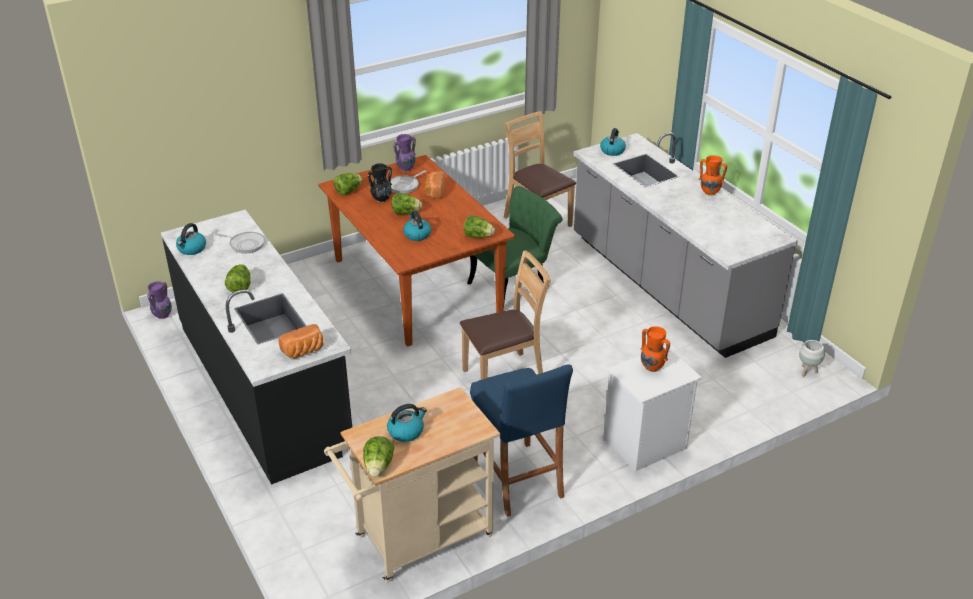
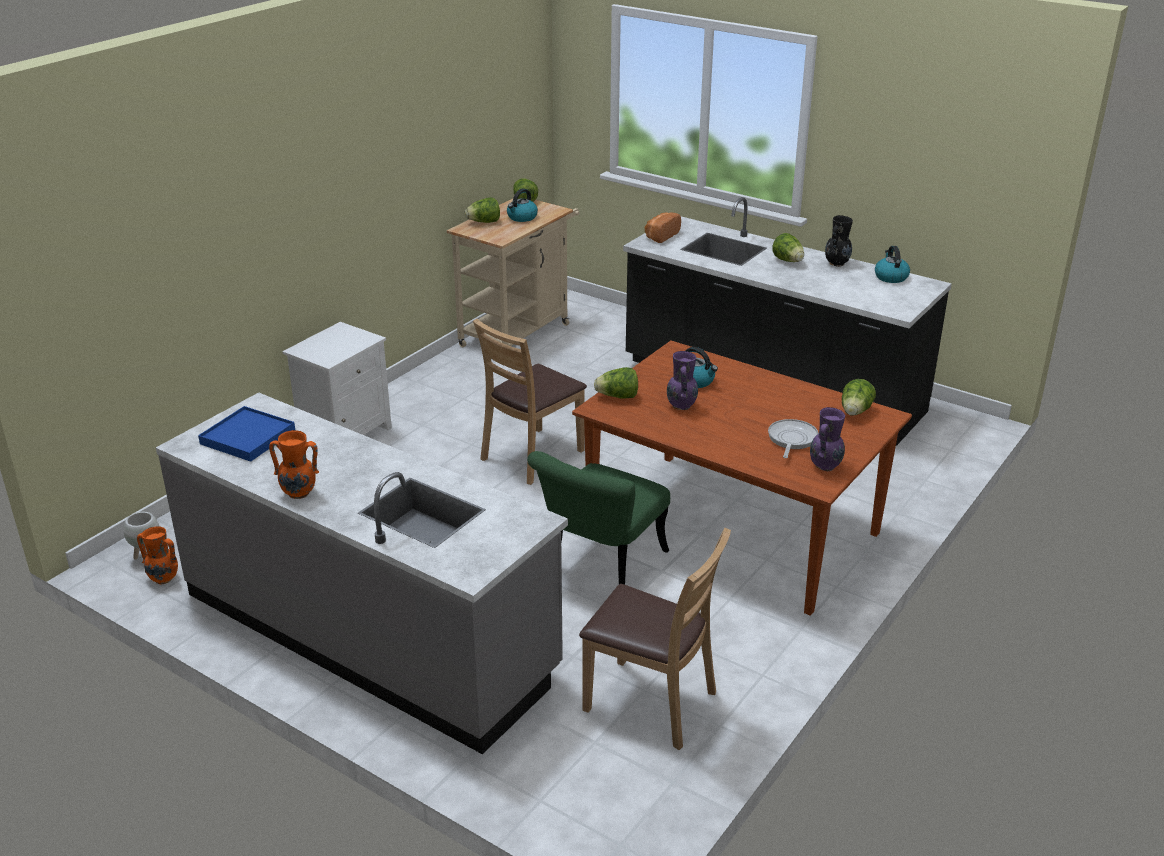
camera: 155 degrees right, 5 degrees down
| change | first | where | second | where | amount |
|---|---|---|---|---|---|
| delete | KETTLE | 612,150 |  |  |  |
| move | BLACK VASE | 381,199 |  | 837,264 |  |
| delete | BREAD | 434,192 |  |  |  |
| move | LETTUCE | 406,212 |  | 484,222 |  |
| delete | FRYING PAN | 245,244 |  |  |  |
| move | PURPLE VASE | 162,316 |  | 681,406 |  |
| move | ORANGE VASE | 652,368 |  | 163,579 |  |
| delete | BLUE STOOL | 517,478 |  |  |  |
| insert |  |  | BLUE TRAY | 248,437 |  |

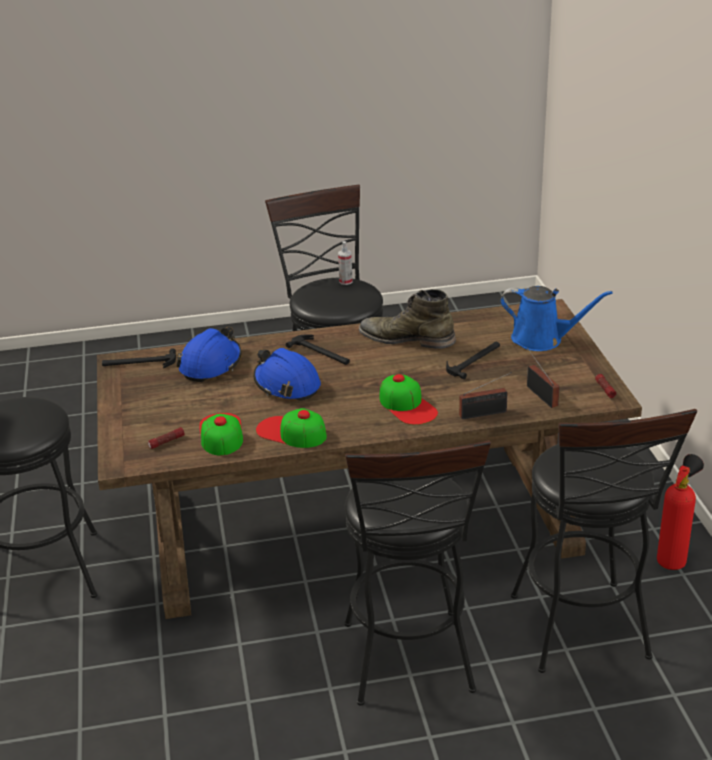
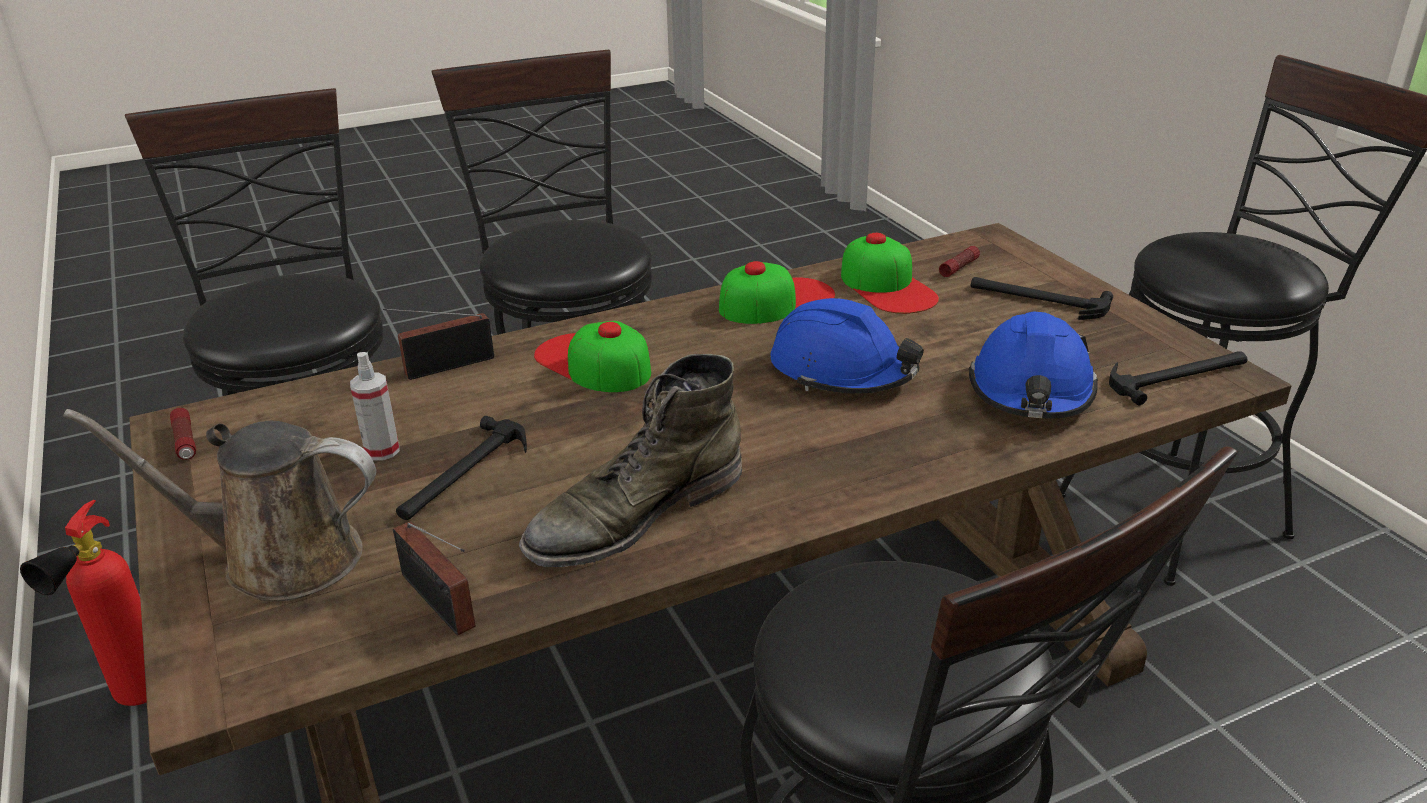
camera: 165 degrees right, 0 degrees up
| change | first | where | second | where | amount |
|---|---|---|---|---|---|
| move | SPRAY BOTTLE | 345,281 |  | 382,450 |  |
| recolor | BLUE WATERING CAN | 542,339 | BROWN WATERING CAN | 279,559 |  |
| rotate | GREEN BOOT | 406,338 |  | 635,514 | 135 degrees clockwise |
| move | HAMMER | 321,352 |  | 1037,300 |  |
| move | RADIO | 541,394 |  | 440,605 |  |
| rotate | CAP | 291,432 |  | 776,300 | 45 degrees counterclockwise |

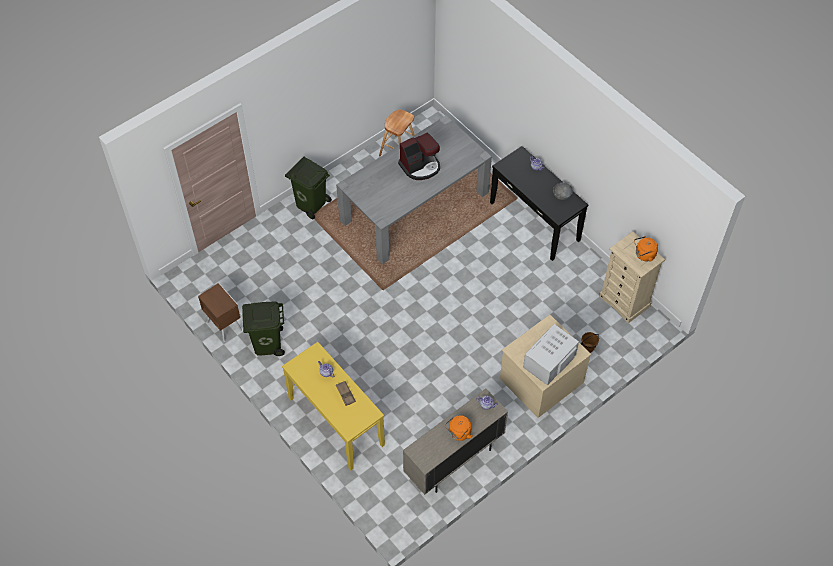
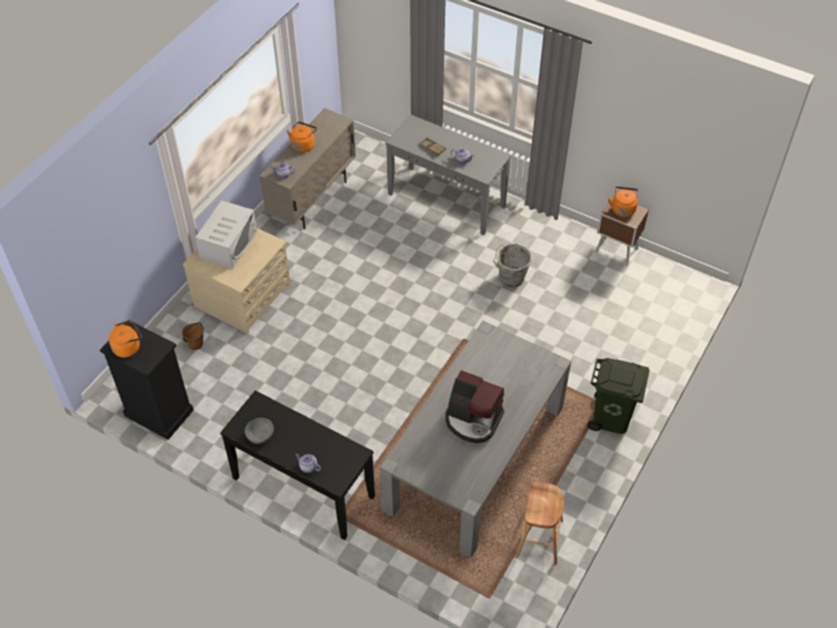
camera: 160 degrees right, 5 degrees down
| change | first | where | second | where | amount |
|---|---|---|---|---|---|
| rotate | COFFEE MACHINE | 420,166 |  | 473,420 | 105 degrees counterclockwise |
| recolor | BEIGE DRESSER | 624,301 | BLACK DRESSER | 158,413 |  |
| delete | GREEN TRASH CAN | 267,343 |  |  |  |
| recolor | YELLOW CONSOLE TABLE | 335,421 | GREY CONSOLE TABLE | 446,200 |  |
| insert |  |  | ORANGE KETTLE | 623,209 |  |
| insert |  |  | GREY BUCKET | 510,278 |  |

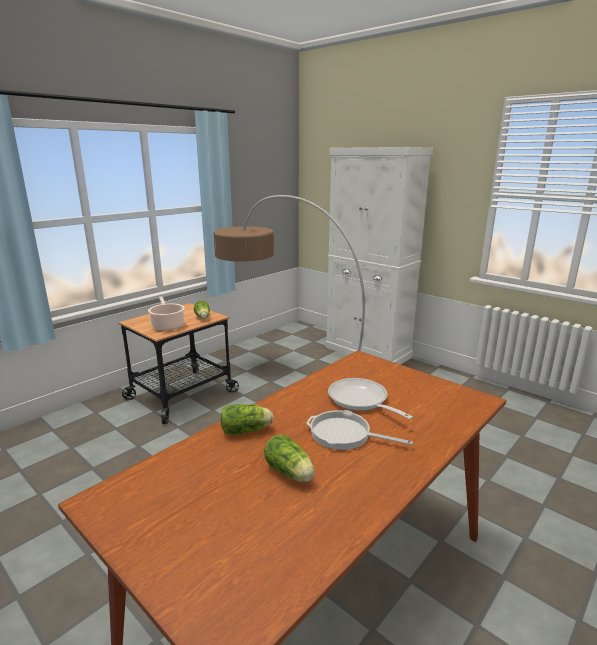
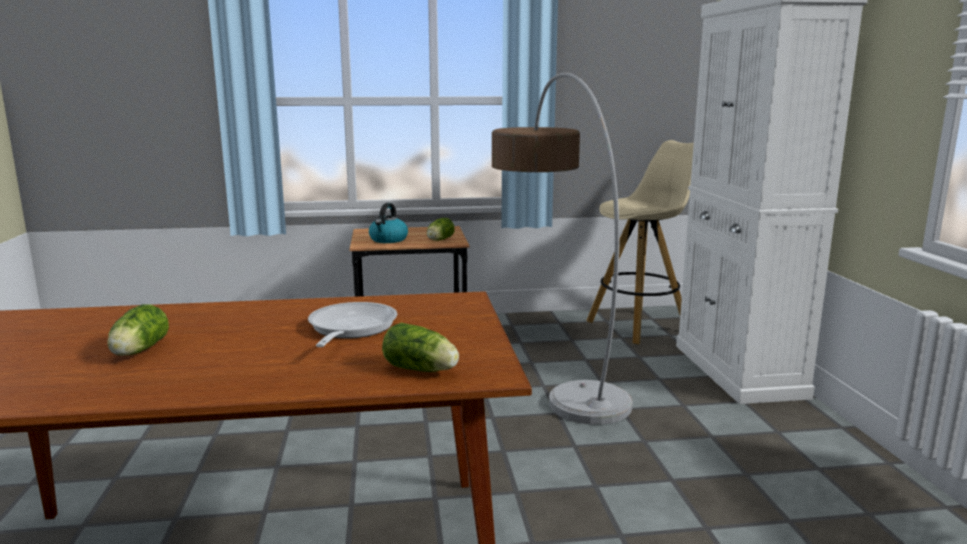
camera: 40 degrees right, 5 degrees down
| change | first | where | second | where | amount |
|---|---|---|---|---|---|
| replace | COOKING POT | 167,325 | KETTLE | 388,240 |  |
| move | LETTUCE | 247,430 |  | 422,370 |  |
| delete | FRYING PAN | 344,435 |  |  |  |
| insert |  |  | BEIGE STOOL | 639,326 |  |

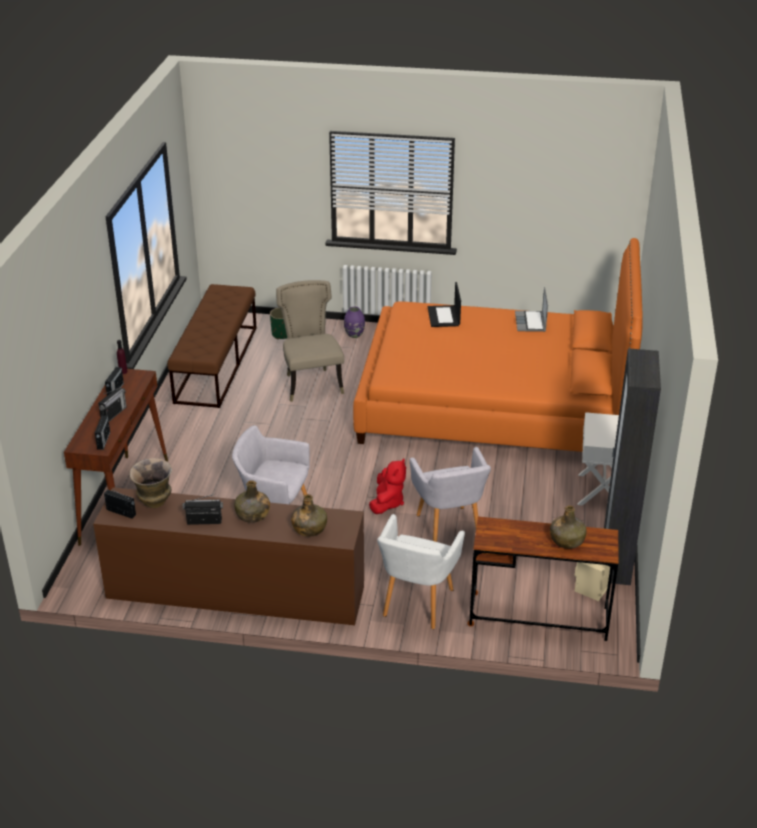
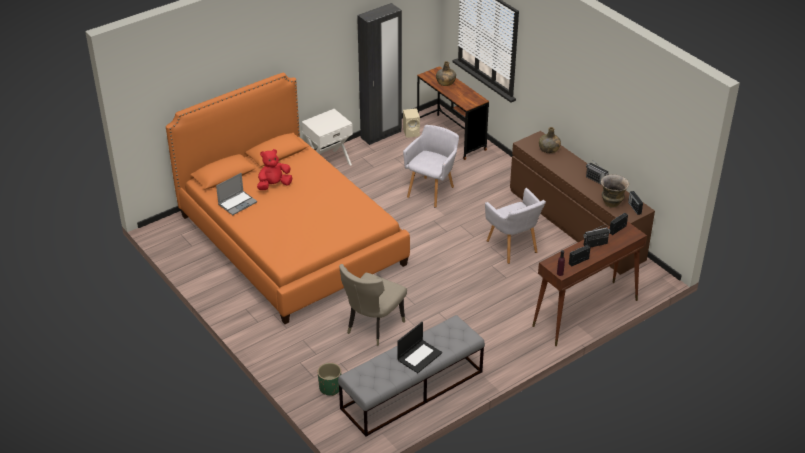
camera: 135 degrees left, 5 degrees up
| change | first | where | second | where | amount |
|---|---|---|---|---|---|
| move | LAPTOP | 444,317 |  | 419,356 |  |
| recolor | BROWN BENCH | 216,364 | GREY BENCH | 411,390 |  |
| delete | PURPLE VASE | 354,335 |  |  |  |
| move | RED PLUSH TOY | 387,503 |  | 274,185 |  |
| delete | GREEN BOTTLE | 252,515 |  |  |  |
| delete | WHITE ARMCHAIR | 416,605 |  |  |  |

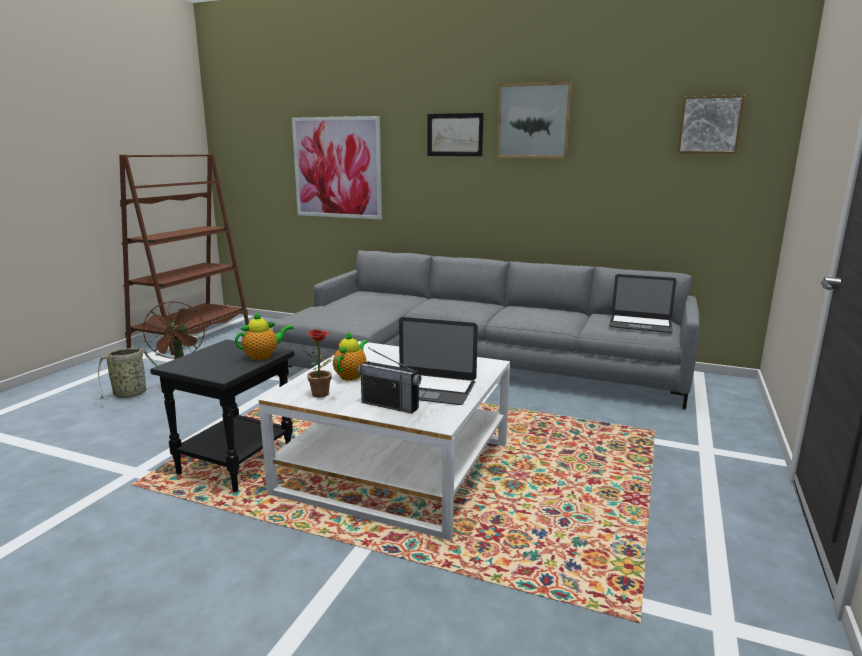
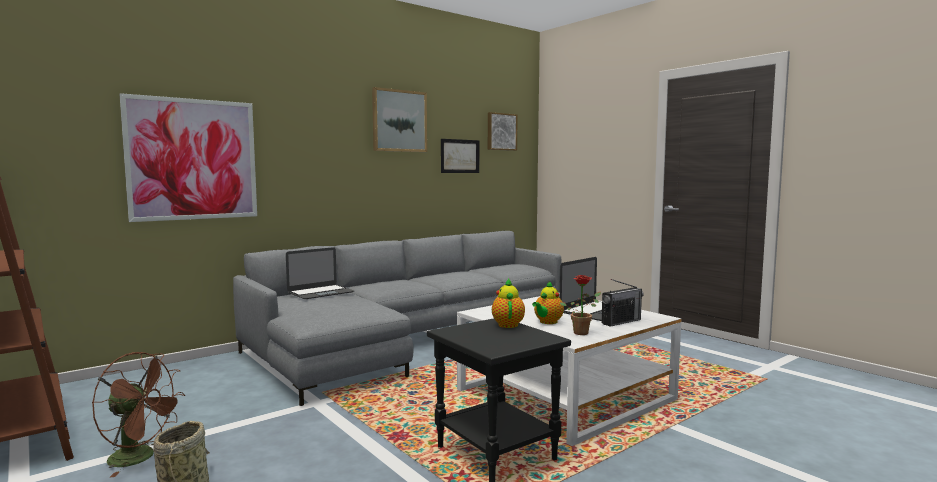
camera: 60 degrees left, 10 degrees down
| change | first | where | second | where | amount |
|---|---|---|---|---|---|
| move | PICTURE | 455,135 |  | 460,156 |  |
| move | LAPTOP | 640,324 |  | 320,292 |  |
| rotate | TEAPOT | 351,375 |  | 547,322 | 105 degrees counterclockwise |

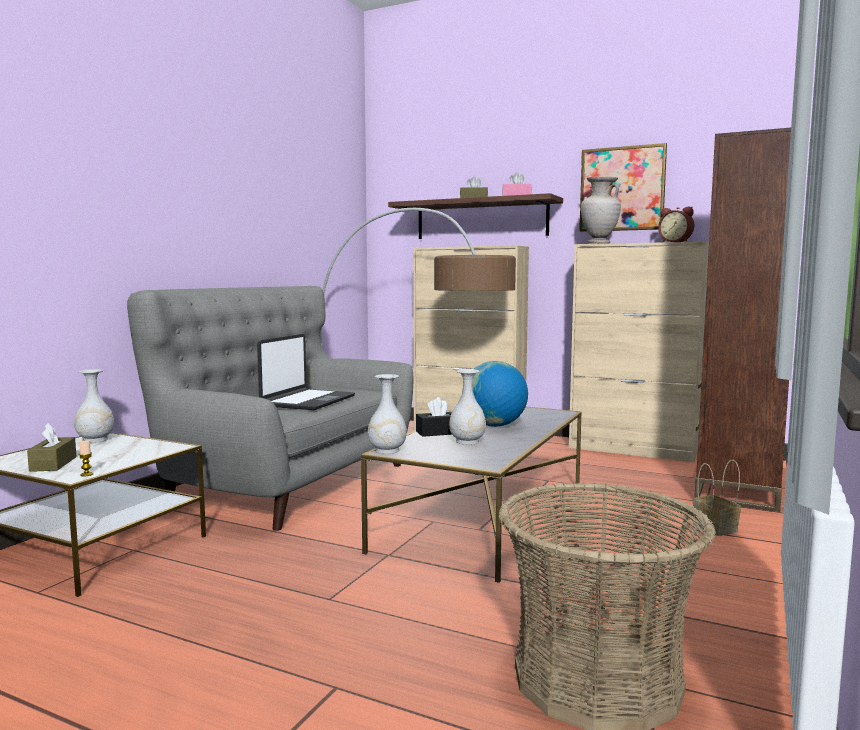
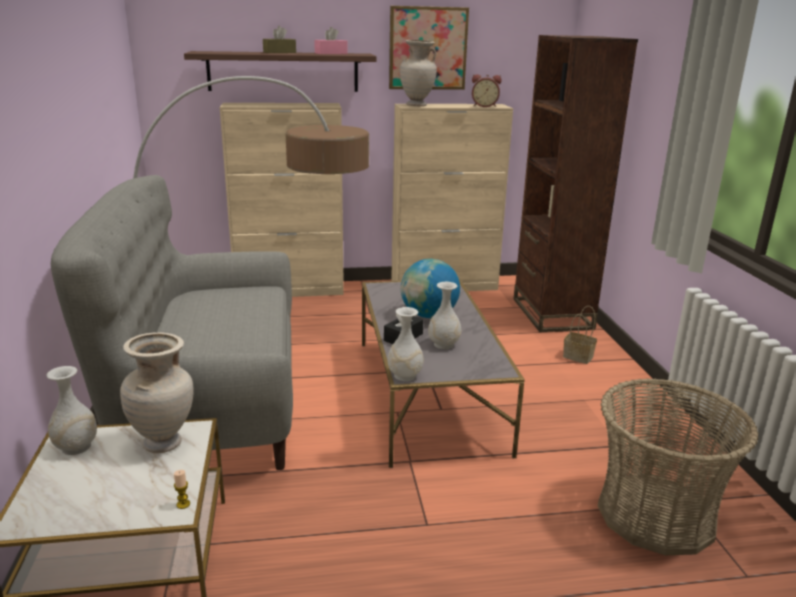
camera: 35 degrees left, 15 degrees up
| change | first | where | second | where | amount |
|---|---|---|---|---|---|
| delete | LAPTOP | 307,401 |  |  |  |
| delete | BROWN TISSUE BOX | 53,464 |  |  |  |
| insert |  |  | BEIGE VASE | 164,444 |  |

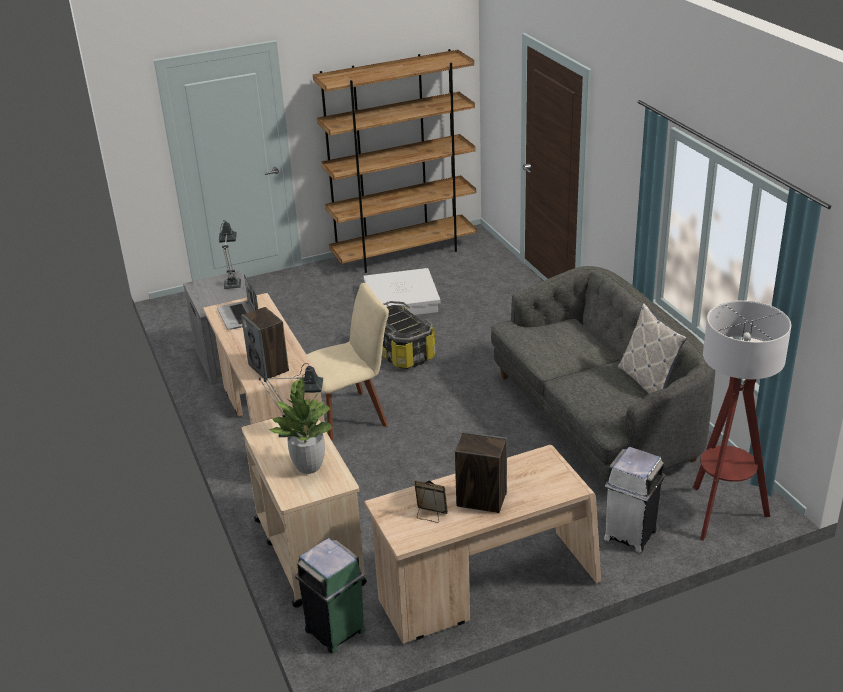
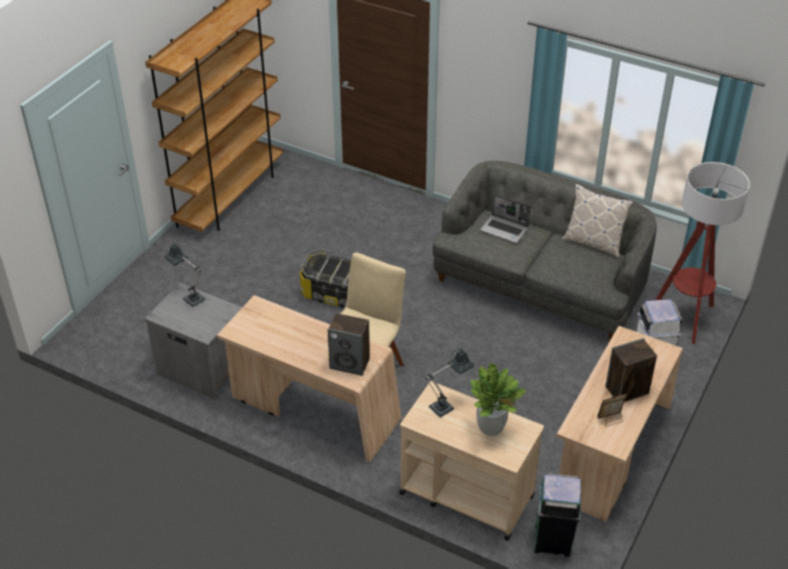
camera: 40 degrees left, 10 degrees up
| change | first | where | second | where | amount |
|---|---|---|---|---|---|
| delete | WHITE STORAGE BOX | 402,300 |  |  |  |
| move | LAPTOP | 239,316 |  | 505,230 |  |

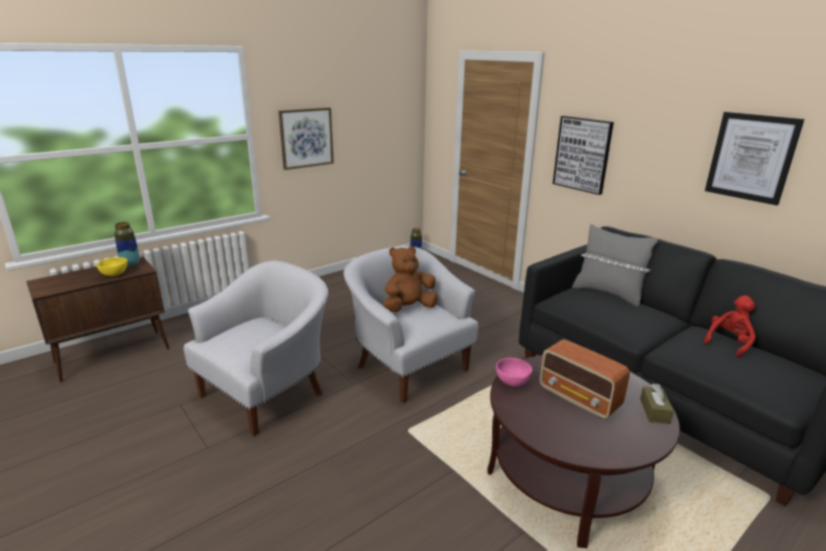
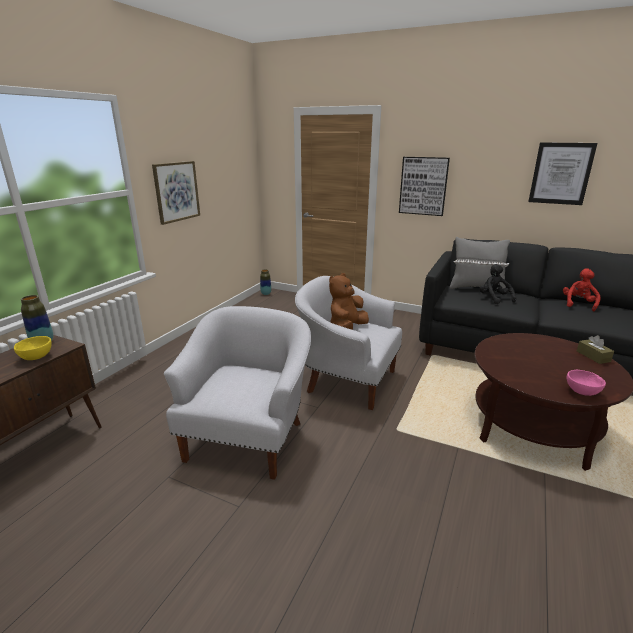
camera: 25 degrees left, 0 degrees up
| change | first | where | second | where | amount |
|---|---|---|---|---|---|
| delete | RADIO | 579,399 |  |  |  |
| move | PINK BOWL | 512,383 |  | 582,392 |  |
| insert |  |  | BLACK PLUSH TOY | 494,298 |  |

